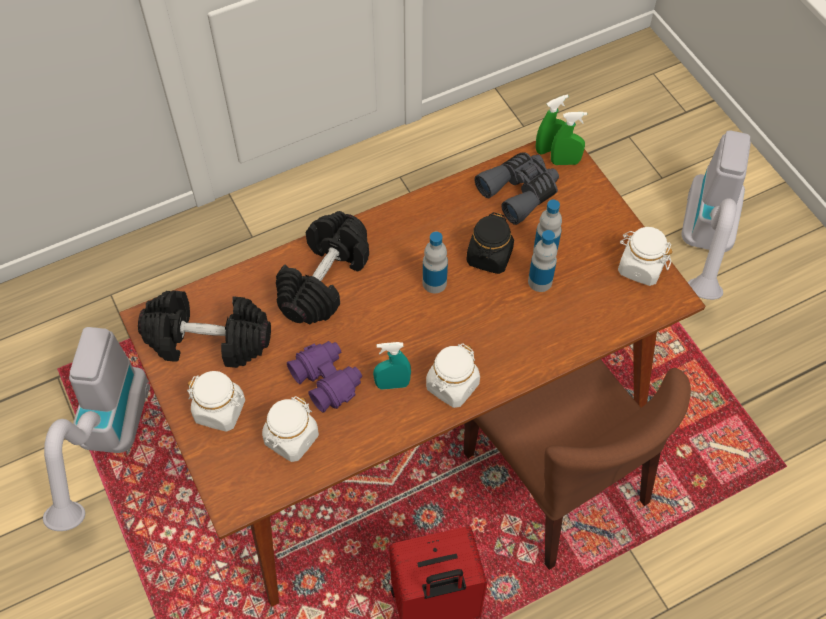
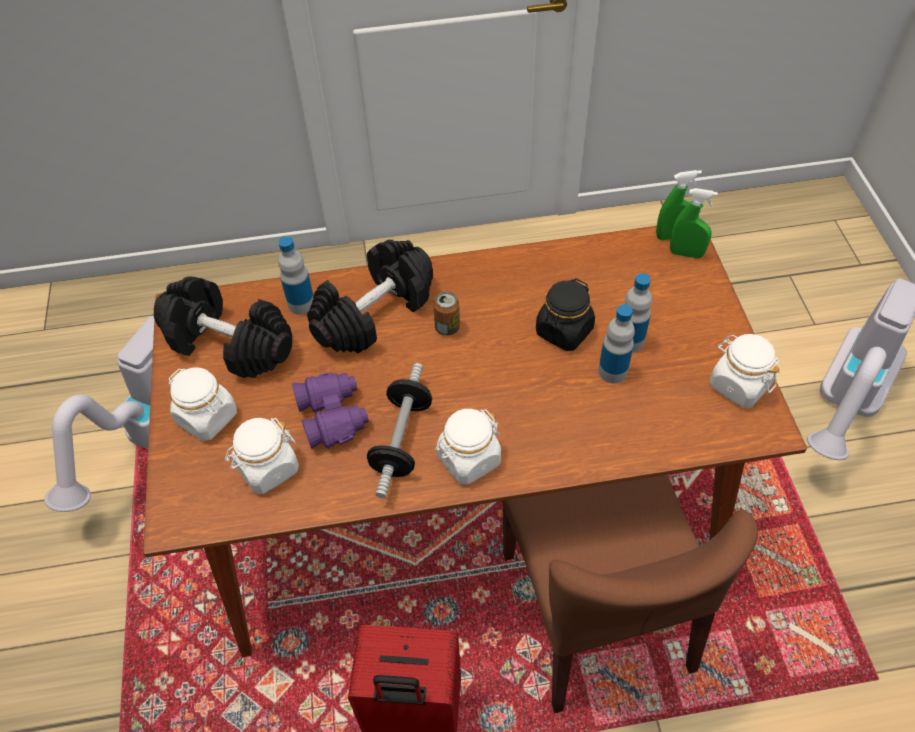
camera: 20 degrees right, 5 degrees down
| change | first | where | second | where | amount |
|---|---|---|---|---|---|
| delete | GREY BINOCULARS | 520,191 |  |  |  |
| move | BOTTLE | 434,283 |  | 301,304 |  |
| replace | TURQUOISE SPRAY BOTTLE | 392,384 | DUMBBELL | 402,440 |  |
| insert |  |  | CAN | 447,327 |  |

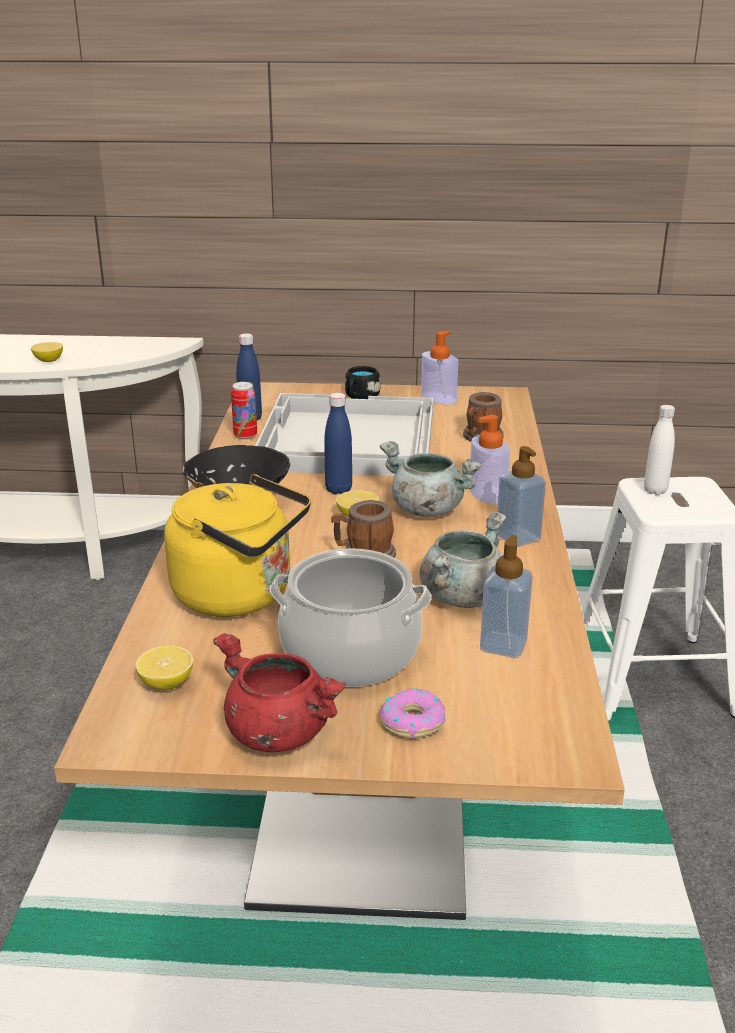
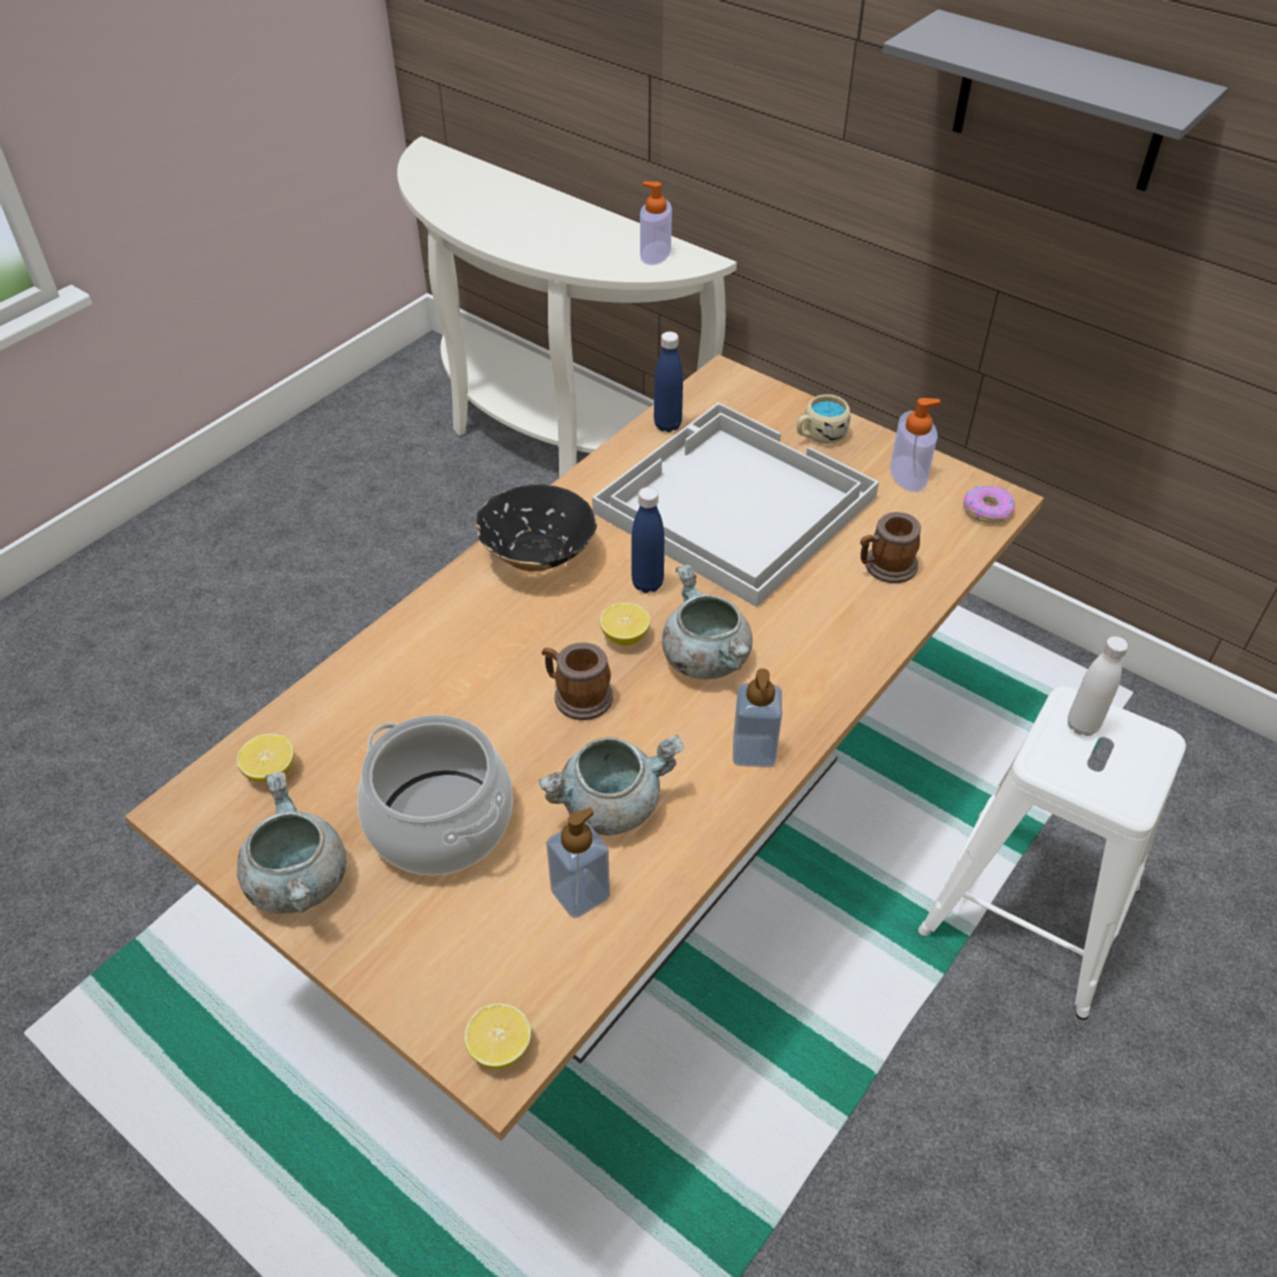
camera: 35 degrees right, 20 degrees up
| change | first | where | second | where | amount |
|---|---|---|---|---|---|
| move | LEMON | 48,360 |  | 500,1047 |  |
| recolor | BLACK MUG | 360,397 | BEIGE MUG | 819,435 |  |
| delete | CAN | 245,436 |  |  |  |
| move | SOAP DISPENSER | 487,493 |  | 655,253 |  |
| delete | YELLOW KETTLE | 240,595 |  |  |  |
| recolor | RED COOKING POT | 277,733 | GREY COOKING POT | 298,881 |  |
| move | DONUT | 412,721 |  | 987,510 |  |
| insert |  |  | GREY SHELF | 1060,104 |  |

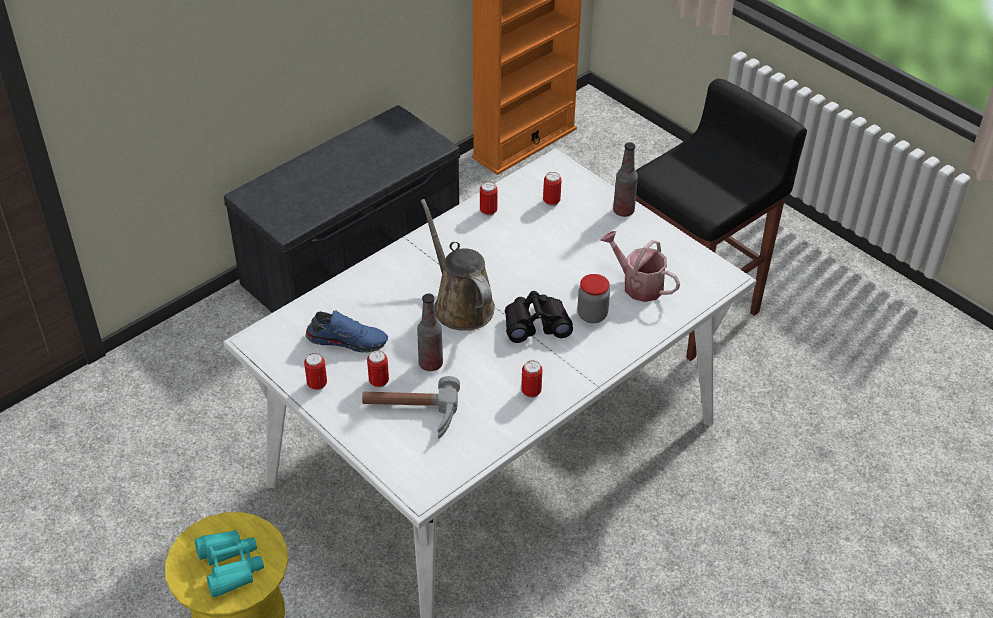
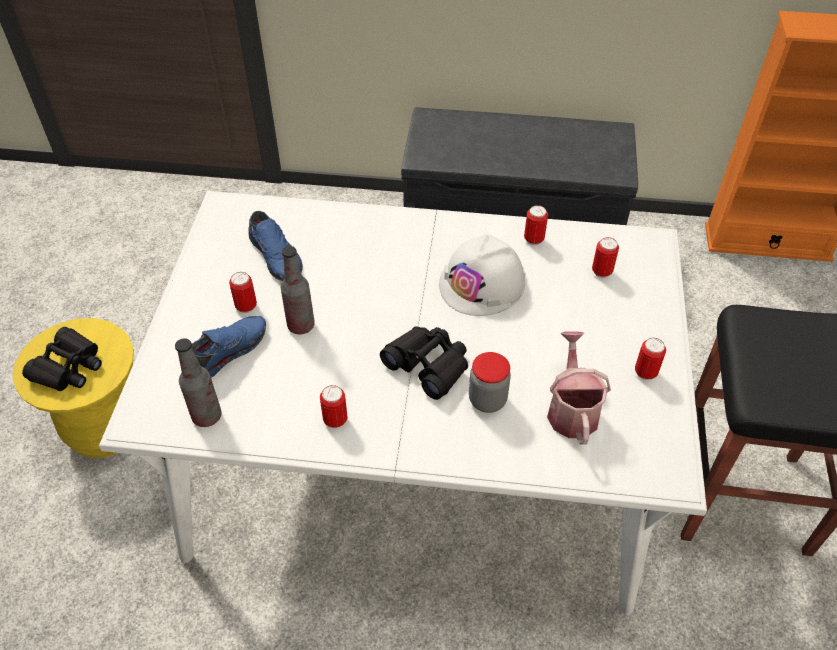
camera: 50 degrees right, 5 degrees up
| change | first | where | second | where | amount |
|---|---|---|---|---|---|
| move | BOTTLE | 623,211 |  | 207,416 |  |
| delete | BROWN WATERING CAN | 460,304 |  |  |  |
| move | CAN | 317,384 |  | 645,372 |  |
| replace | HAMMER | 410,414 | BLUE SHOE | 225,352 |  |
| recolor | TURQUOISE BINOCULARS | 230,566 | BLACK BINOCULARS | 68,367 |  |
| insert |  |  | WHITE HARD HAT | 482,283 |  |

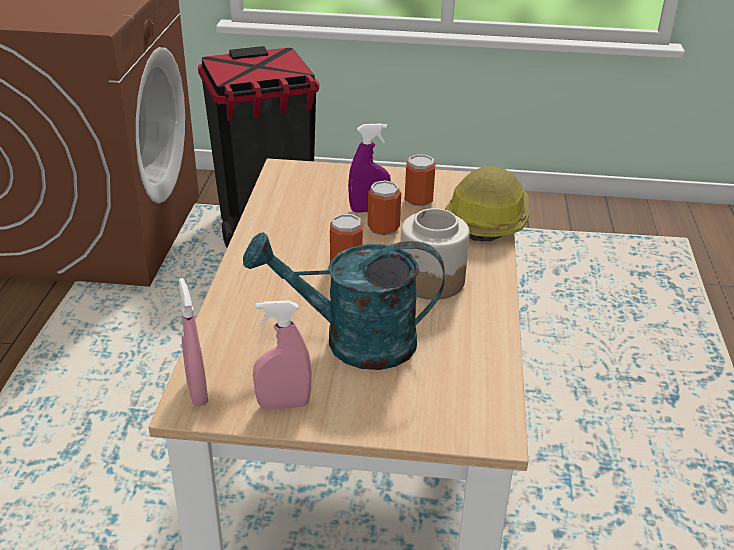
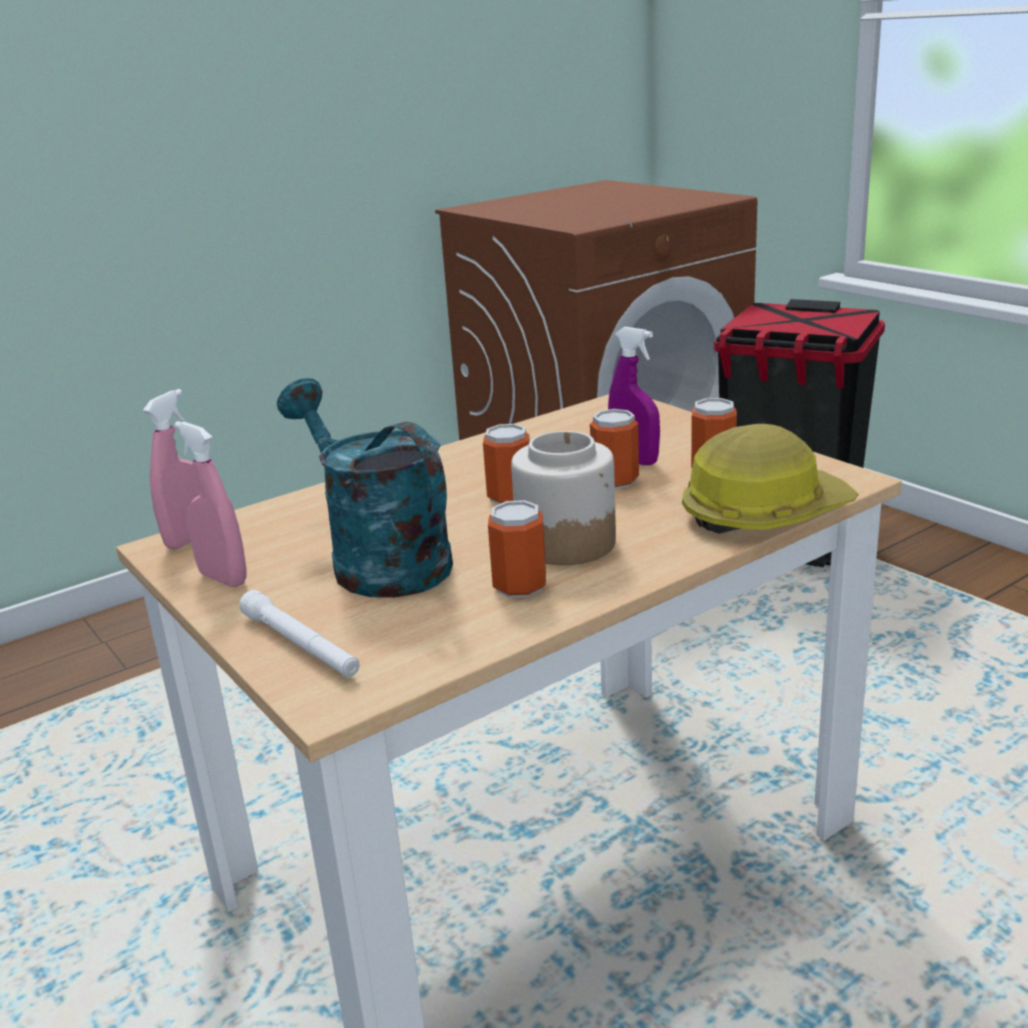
camera: 50 degrees right, 10 degrees down
| change | first | where | second | where | amount |
|---|---|---|---|---|---|
| insert |  |  | CAN | 519,586 |  |
| insert |  |  | WHITE FLASHLIGHT | 300,645 |  |

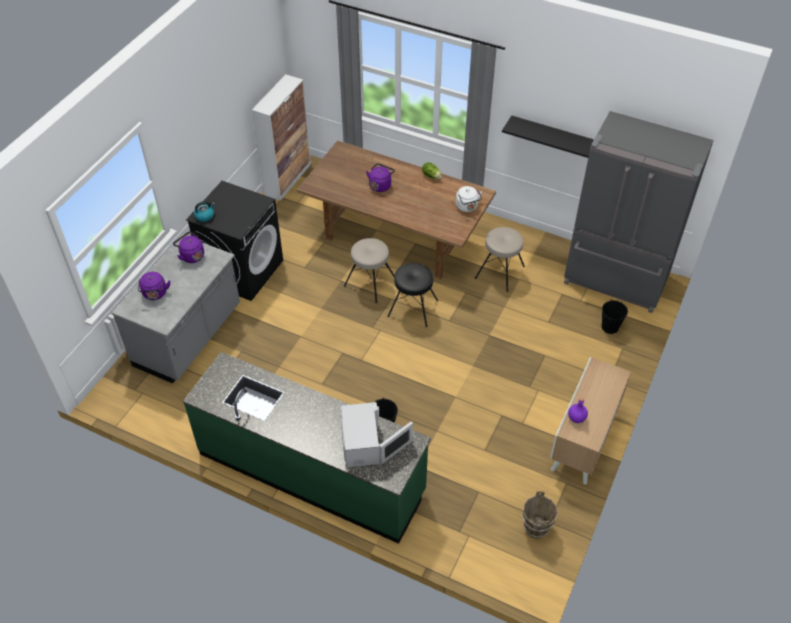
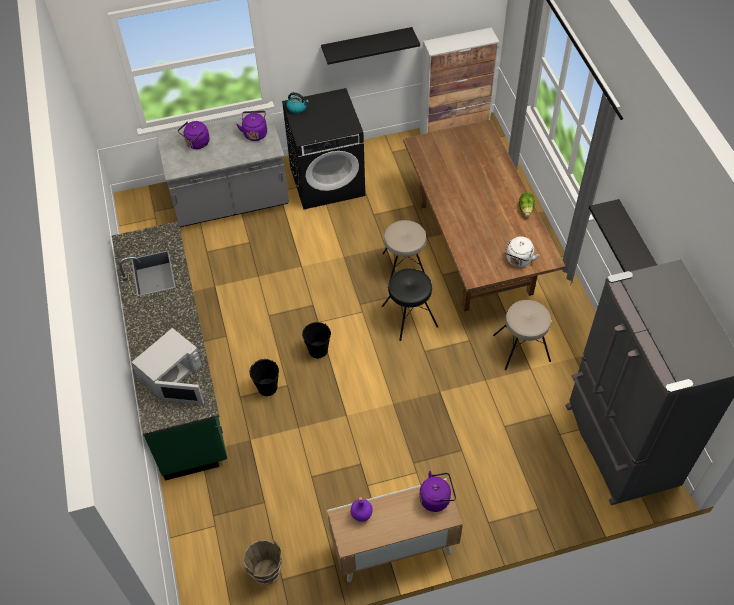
camera: 50 degrees right, 5 degrees up
| change | first | where | second | where | amount |
|---|---|---|---|---|---|
| move | PURPLE KETTLE | 380,185 |  | 436,498 |  |
| move | BLACK BUCKET | 610,327 |  | 318,350 |  |
| insert |  |  | BLACK SHELF | 367,45 |  |

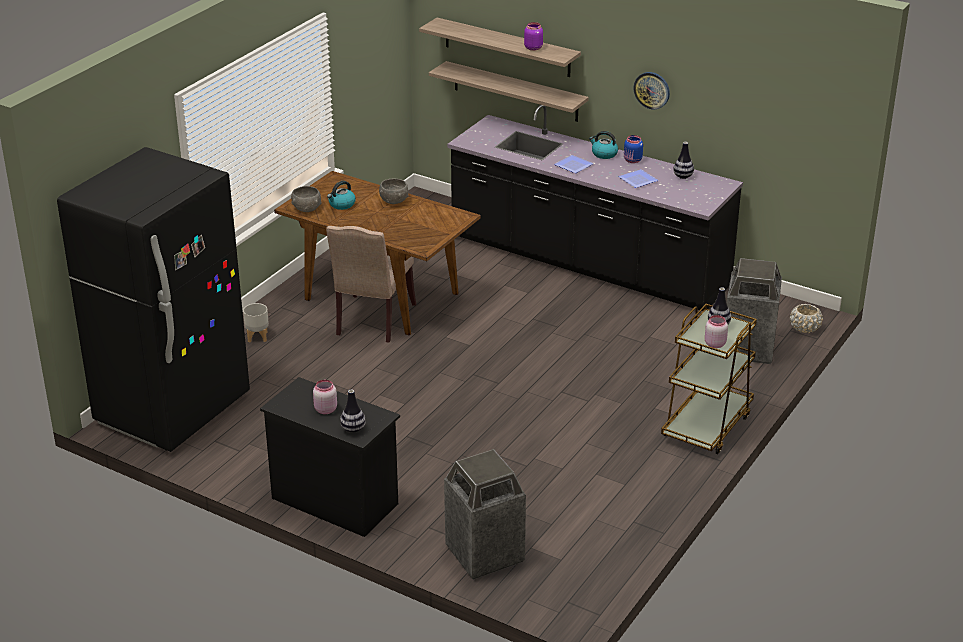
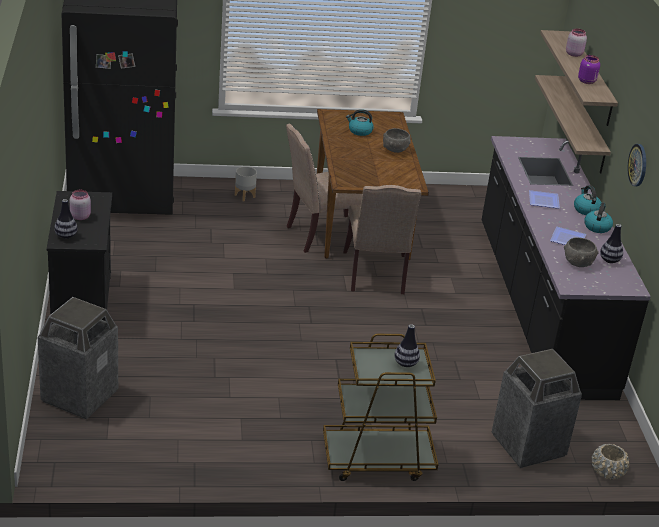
camera: 50 degrees right, 0 degrees up
| change | first | where | second | where | amount |
|---|---|---|---|---|---|
| replace | BLUE JAR | 632,160 | KETTLE | 597,227 |  |
| move | GREY BOWL | 306,209 |  | 578,262 |  |
| move | PINK JAR | 714,344 |  | 573,54 |  |
| insert |  |  | BEIGE CHAIR | 376,275 |  |

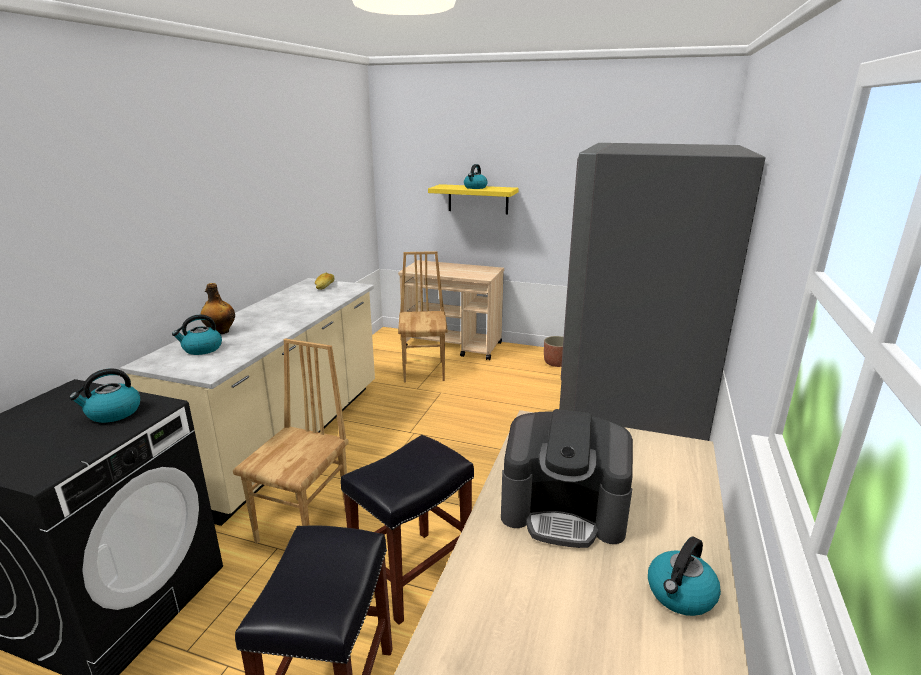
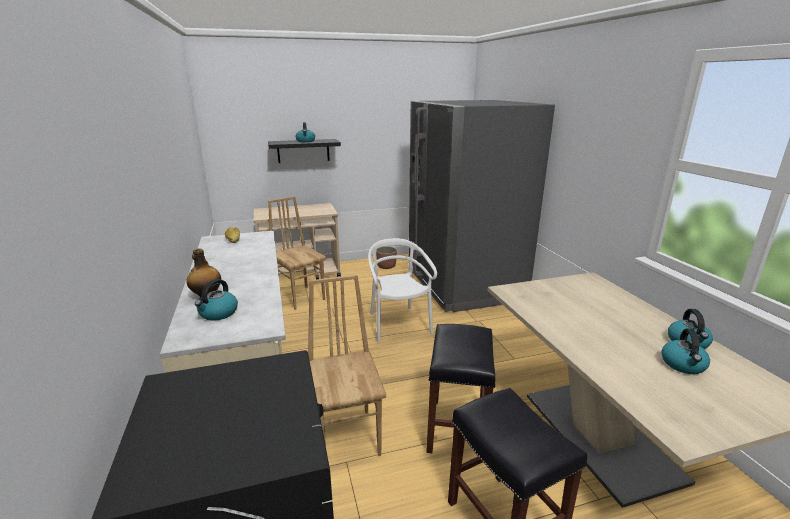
camera: 35 degrees left, 0 degrees up
| change | first | where | second | where | amount |
|---|---|---|---|---|---|
| recolor | YELLOW SHELF | 478,199 | BLACK SHELF | 303,151 |  |
| move | KETTLE | 113,413 |  | 683,365 |  |
| delete | COFFEE MACHINE | 564,510 |  |  |  |
| insert |  |  | WHITE CHAIR | 398,324 |  |

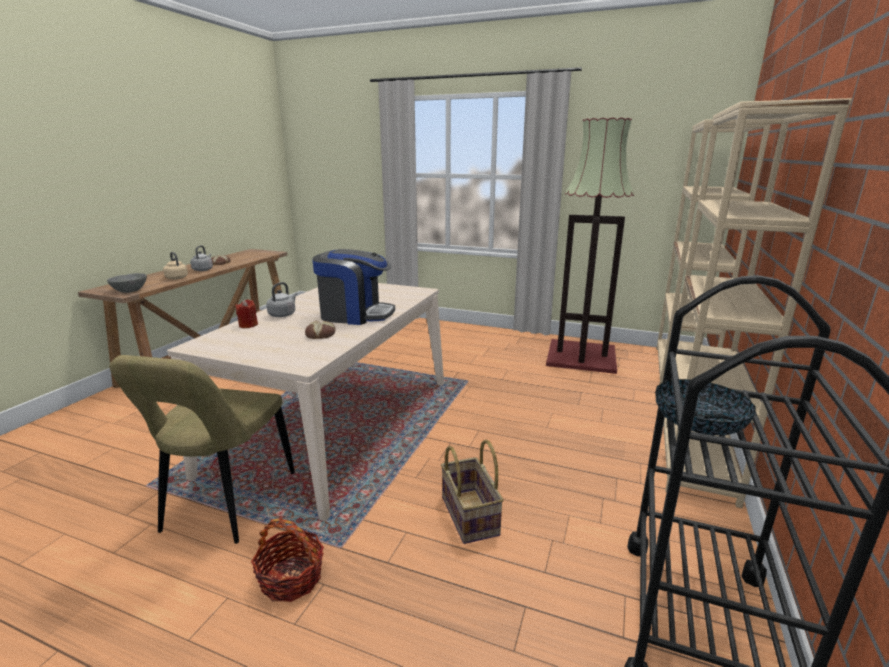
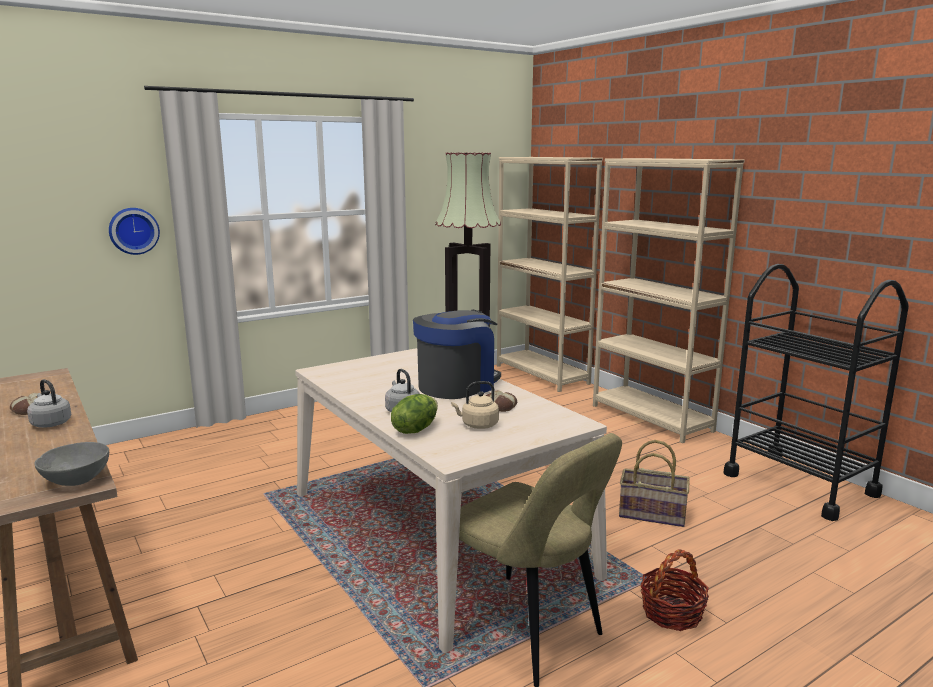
camera: 55 degrees left, 5 degrees down
| change | first | where | second | where | amount |
|---|---|---|---|---|---|
| move | BEIGE KETTLE | 176,278 |  | 478,425 |  |
| replace | RED CANDLE | 248,325 | LETTUCE | 415,429 |  |
| delete | BOWL | 697,426 |  |  |  |
| insert |  |  | WALL CLOCK | 133,230 |  |

